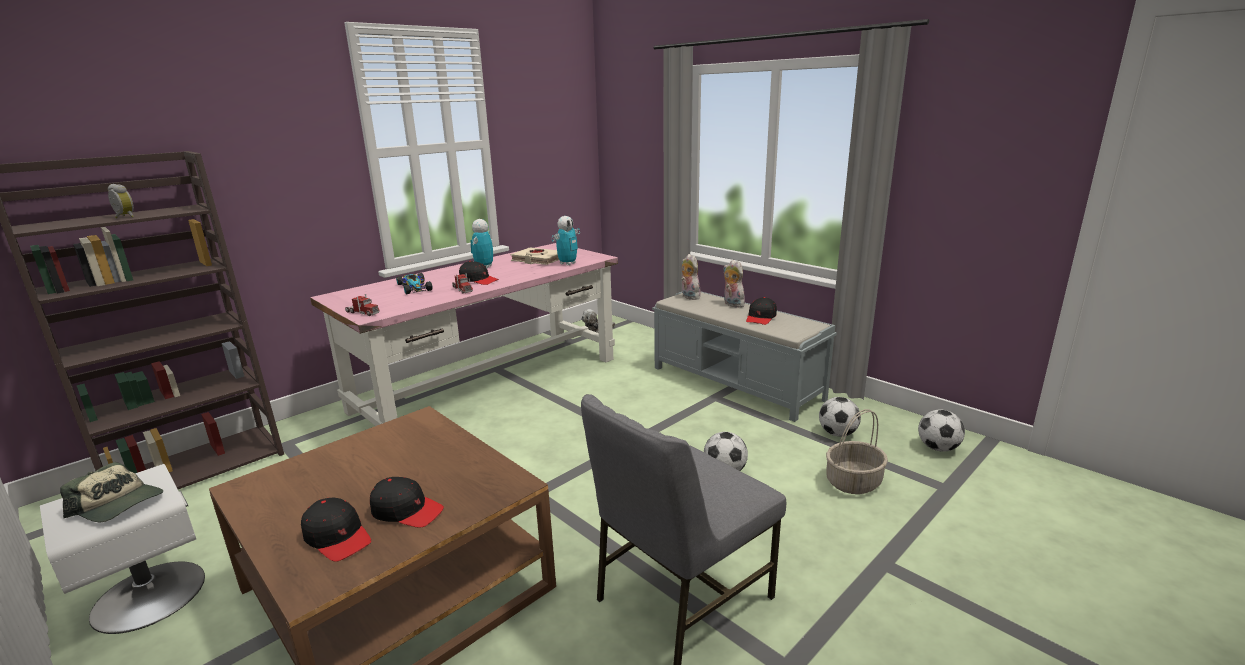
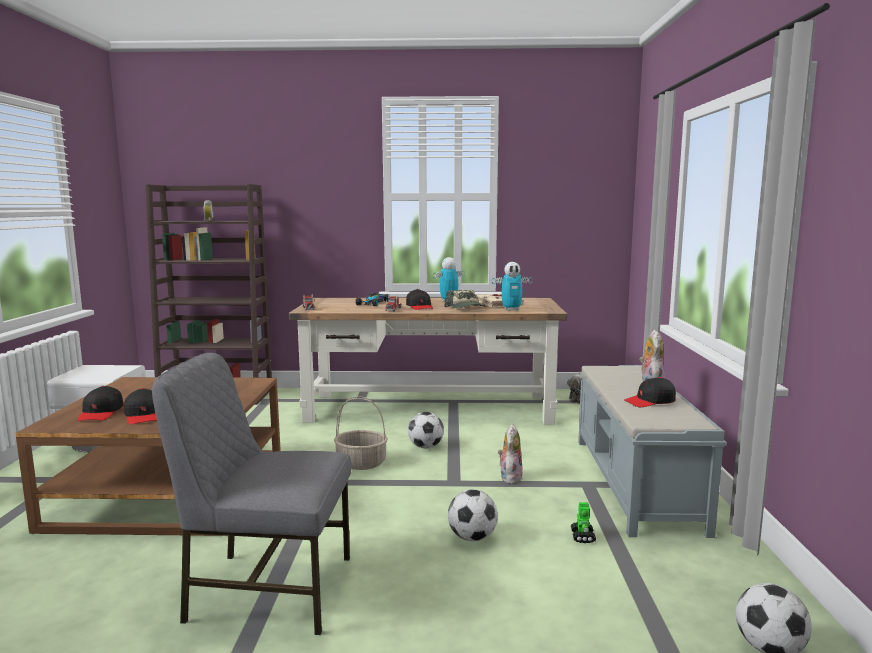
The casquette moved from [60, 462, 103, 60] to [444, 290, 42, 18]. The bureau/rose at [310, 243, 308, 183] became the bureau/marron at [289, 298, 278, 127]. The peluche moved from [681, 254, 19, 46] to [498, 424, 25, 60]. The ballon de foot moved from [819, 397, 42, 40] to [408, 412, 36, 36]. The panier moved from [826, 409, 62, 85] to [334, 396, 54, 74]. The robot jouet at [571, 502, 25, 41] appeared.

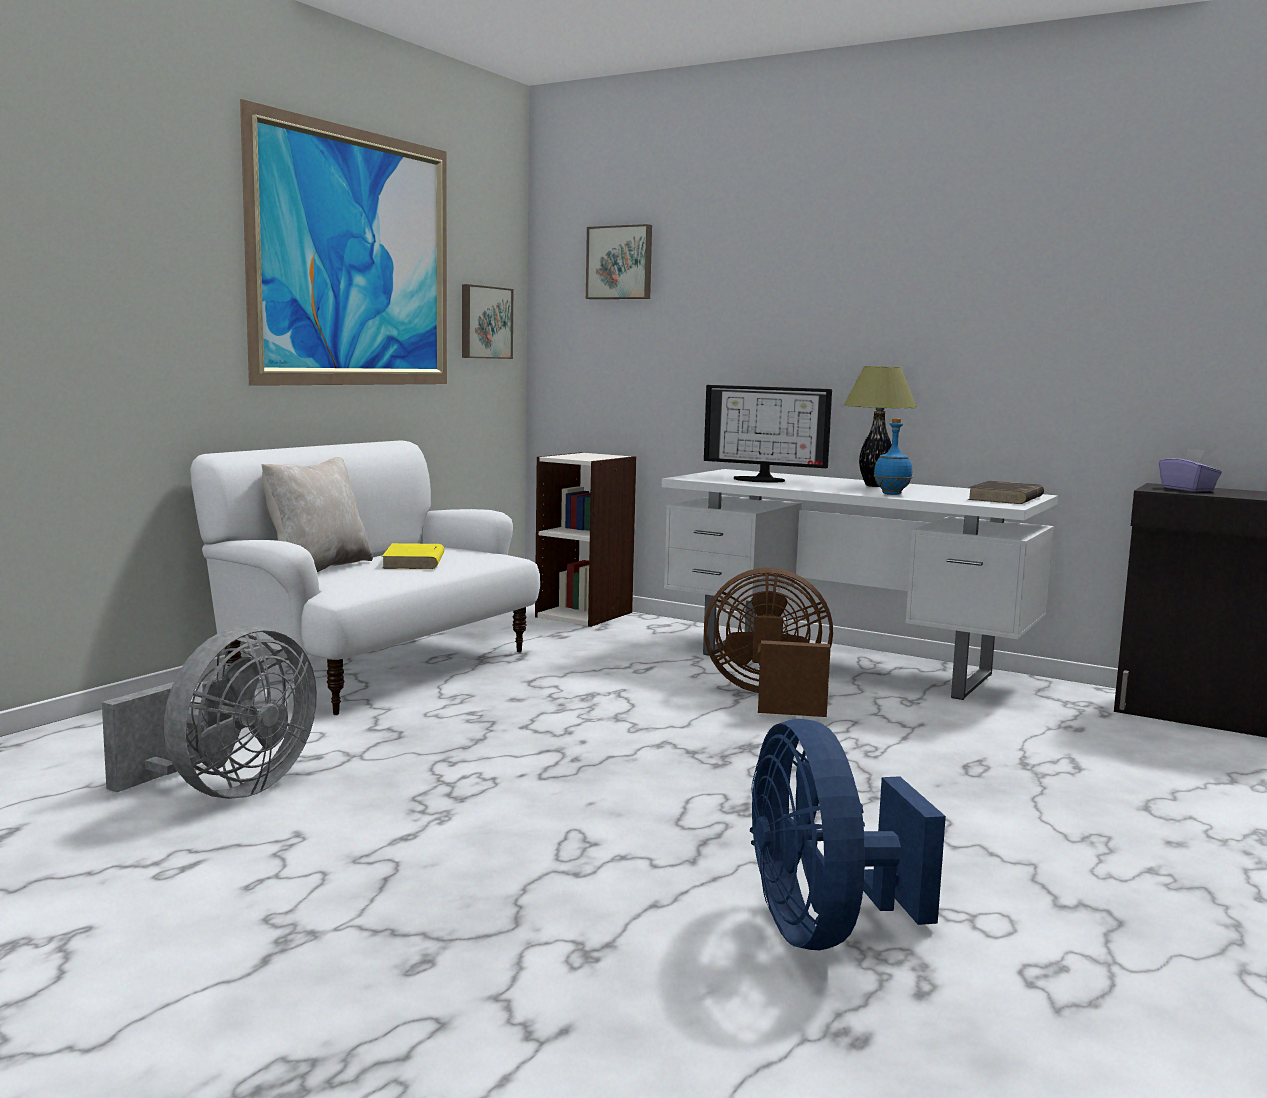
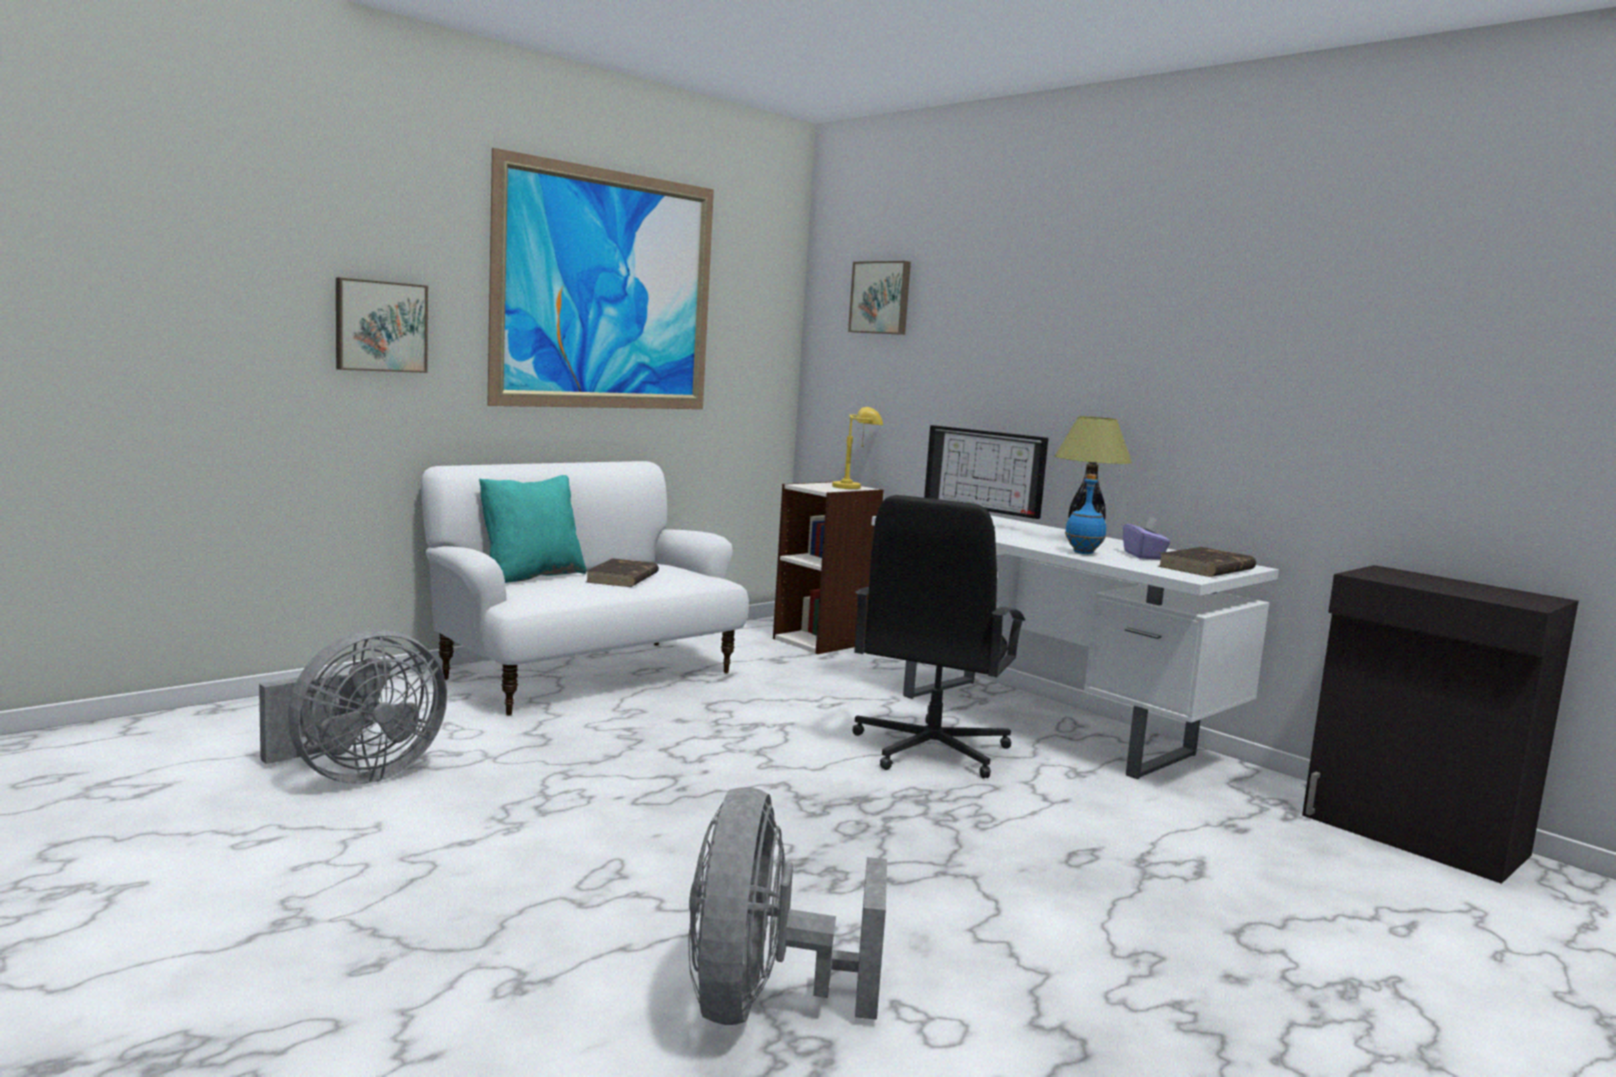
The coussin/beige at [261, 457, 112, 115] became the coussin/turquoise at [479, 475, 108, 108]. The livre/jaune at [382, 543, 63, 26] became the livre/marron at [586, 558, 73, 29]. The tableau moved from [462, 284, 51, 75] to [336, 278, 92, 95]. The ventilateur/marron at [704, 568, 129, 149] was replaced by the chaise de bureau/noir at [852, 495, 173, 283]. The ventilateur/bleu at [750, 719, 196, 231] became the ventilateur/gris at [688, 787, 199, 238]. The boîte à mouchoirs/violet moved from [1159, 449, 63, 43] to [1123, 516, 48, 44]. The lampe de table/jaune at [832, 407, 51, 82] appeared.

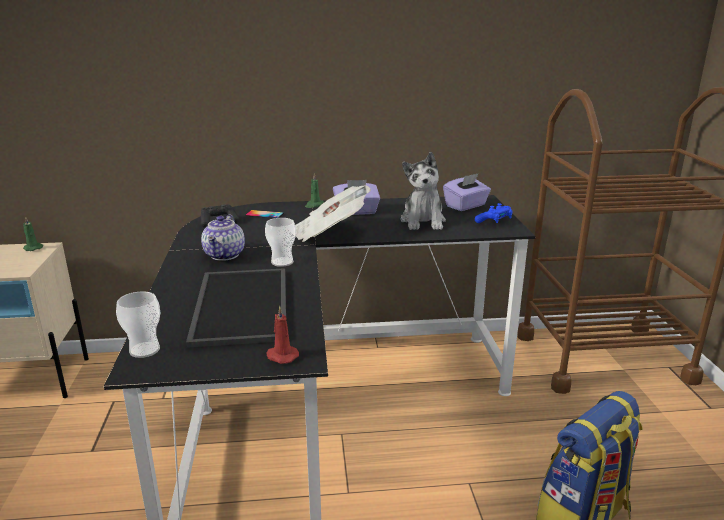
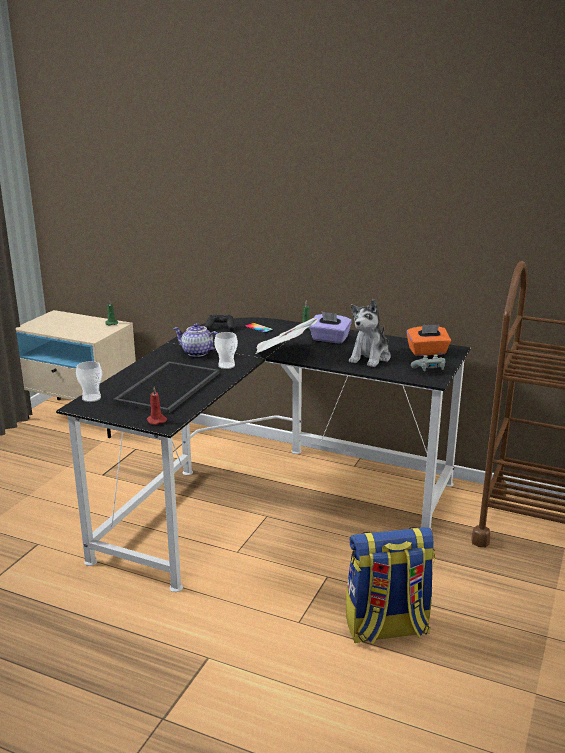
The théière at [201, 215, 44, 46] turned 75 degrees clockwise. The boîte à mouchoirs/violet at [443, 173, 48, 38] became the boîte à mouchoirs/orange at [406, 324, 45, 32]. The manette/bleu at [475, 203, 37, 20] became the manette/gris at [411, 354, 35, 17].

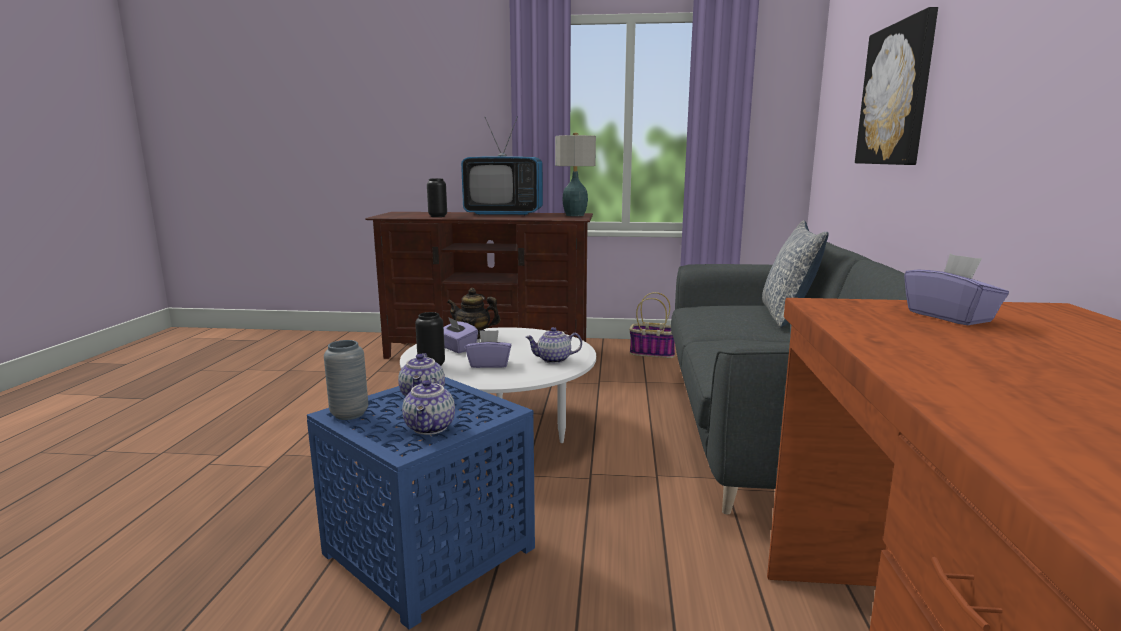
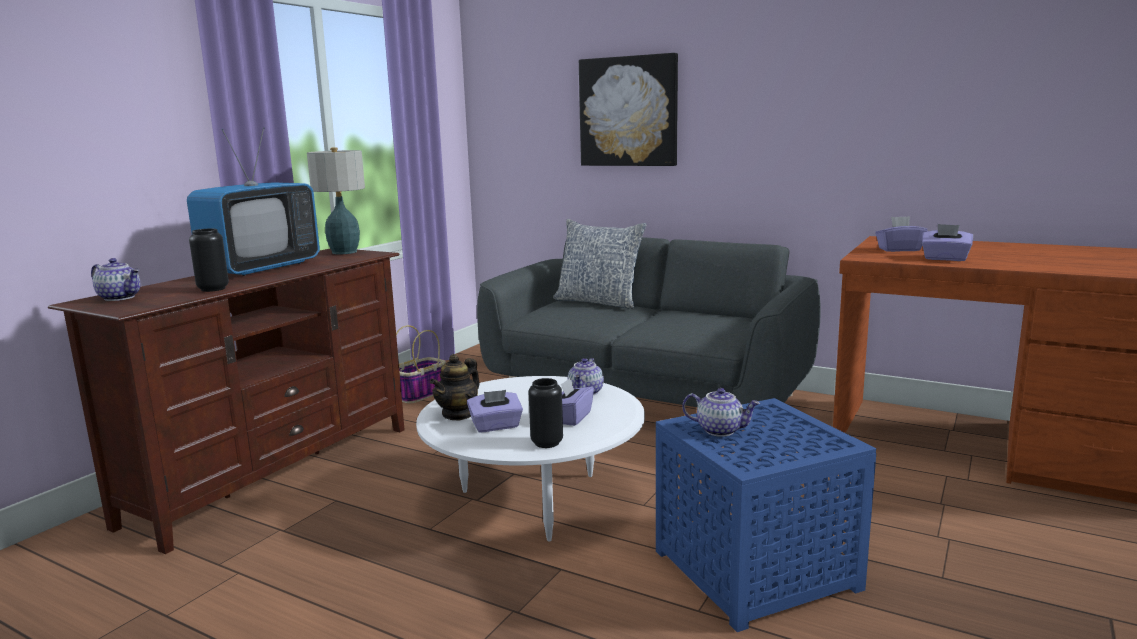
The vase/gris at [324, 340, 44, 80] disappeared. The théière moved from [402, 377, 53, 58] to [91, 258, 49, 43]. The boîte à mouchoirs/violet at [922, 224, 51, 37] appeared.

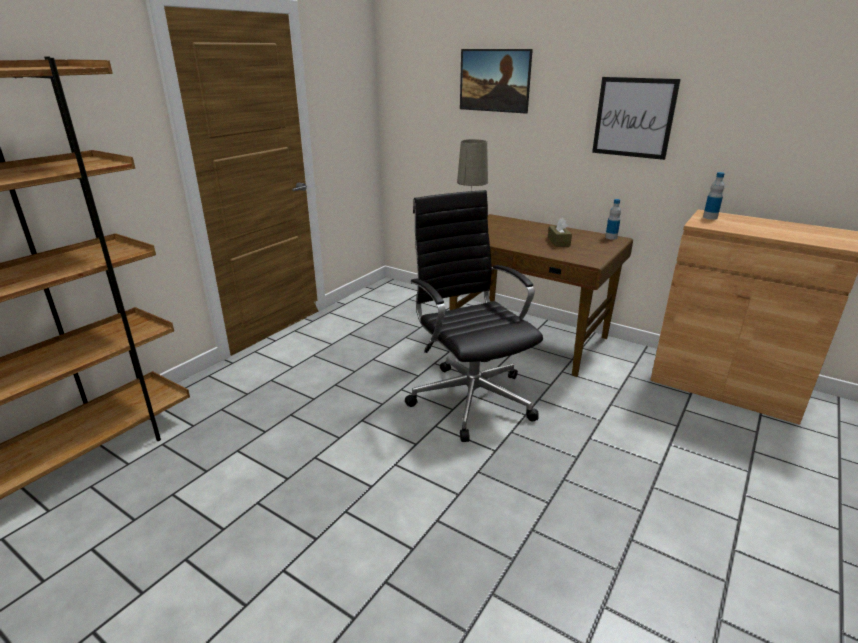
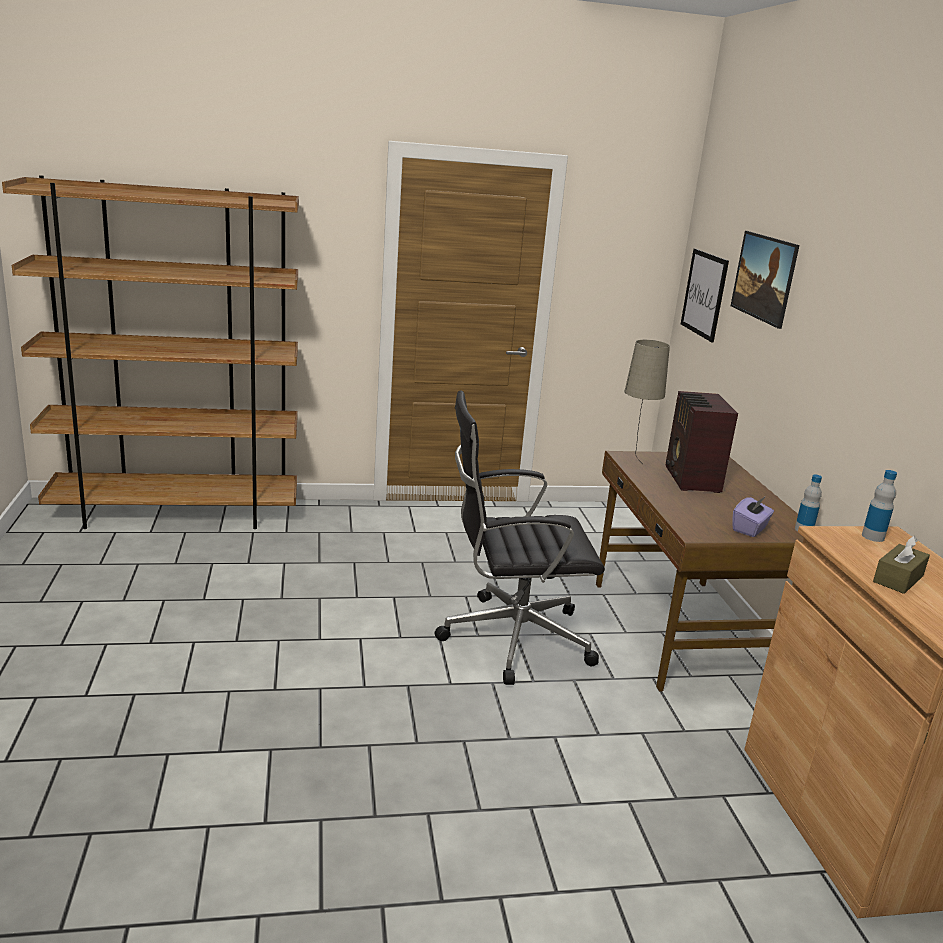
The chaise de bureau/noir at [405, 190, 138, 252] turned 120 degrees counterclockwise. The boîte à mouchoirs/marron moved from [548, 218, 24, 29] to [873, 536, 57, 58]. The tableau moved from [592, 77, 89, 83] to [681, 248, 48, 94]. The radio at [665, 391, 73, 102] appeared. The boîte à mouchoirs/violet at [732, 496, 42, 41] appeared.

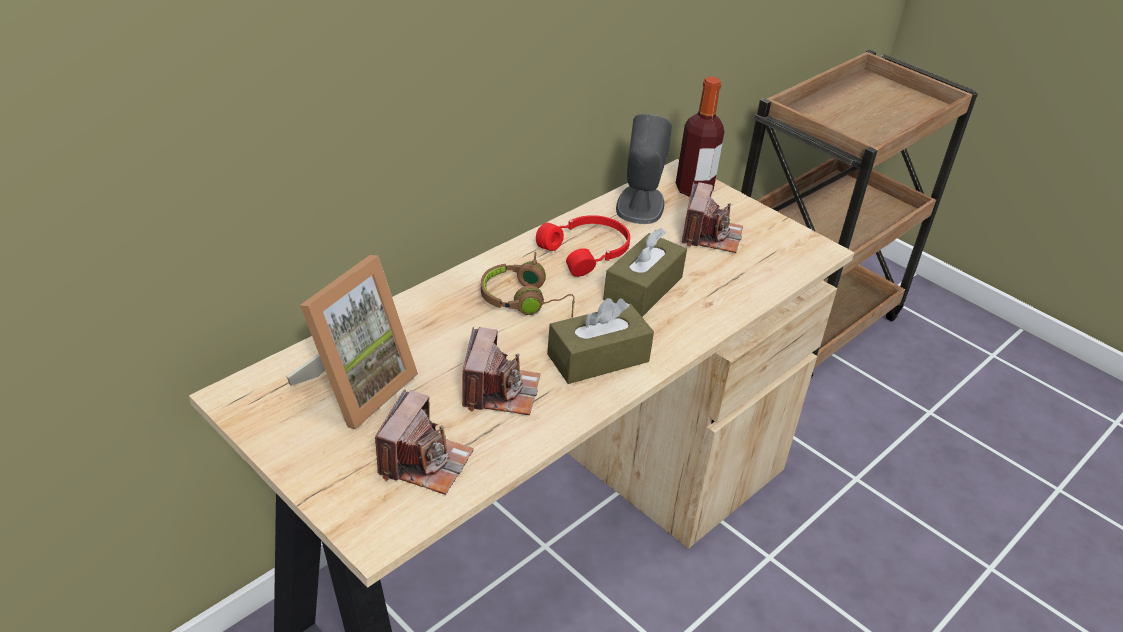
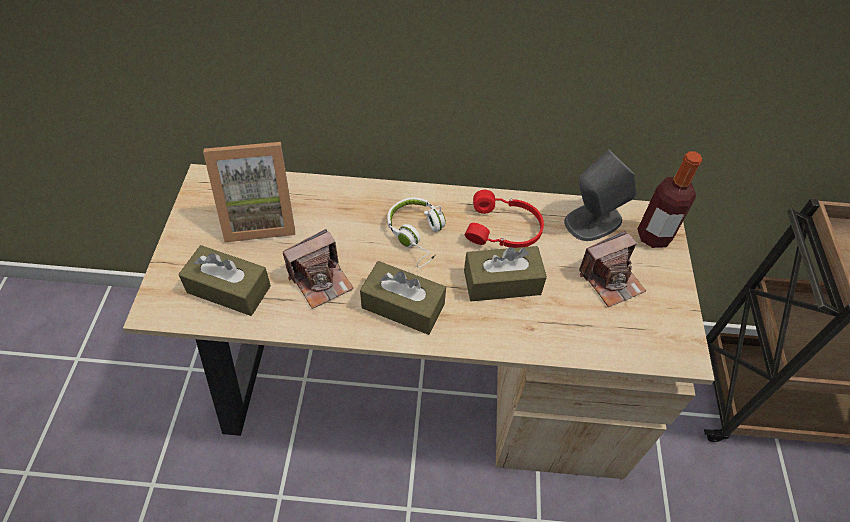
The appareil photo at [375, 389, 99, 106] was replaced by the boîte à mouchoirs/marron at [178, 245, 93, 71]. The casque audio/marron at [481, 252, 94, 66] became the casque audio/blanc at [387, 198, 59, 69].

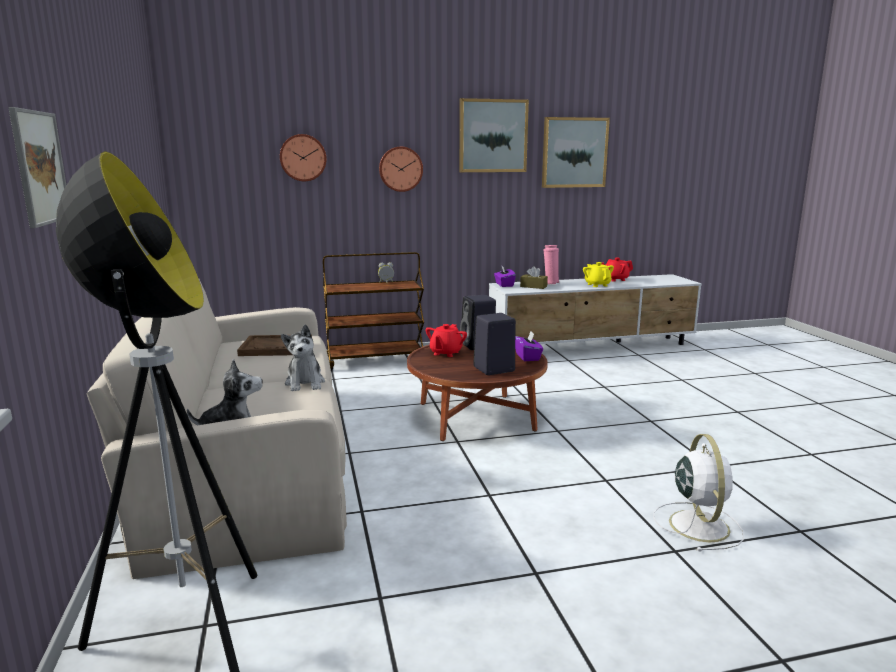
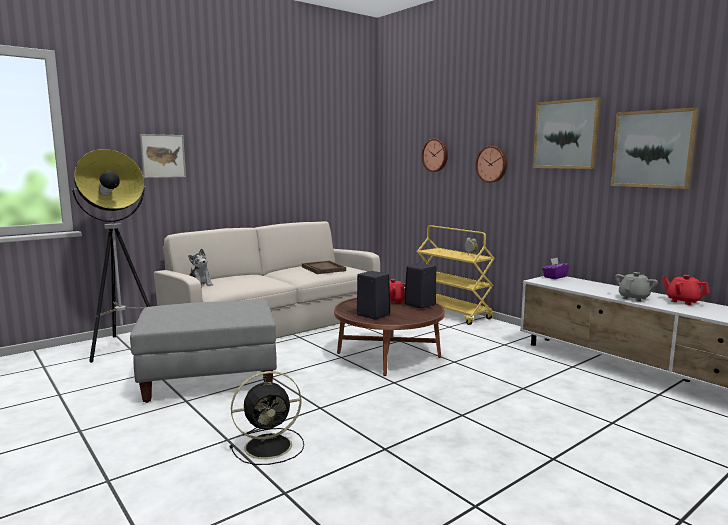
The peluche at [281, 324, 44, 67] disappeared. The chariot/marron at [323, 252, 101, 119] became the chariot/jaune at [417, 225, 78, 100]. The boîte à mouchoirs/violet at [515, 331, 28, 30] disappeared. The boîte à mouchoirs/marron at [520, 266, 28, 23] disappeared. The vase/rose at [543, 245, 17, 40] disappeared. The théière/jaune at [583, 262, 31, 25] became the théière/gris at [615, 272, 43, 30]. The ventilateur/blanc at [653, 434, 91, 117] became the ventilateur/noir at [229, 371, 75, 94]. The pouf/gris at [130, 299, 147, 104] appeared.

